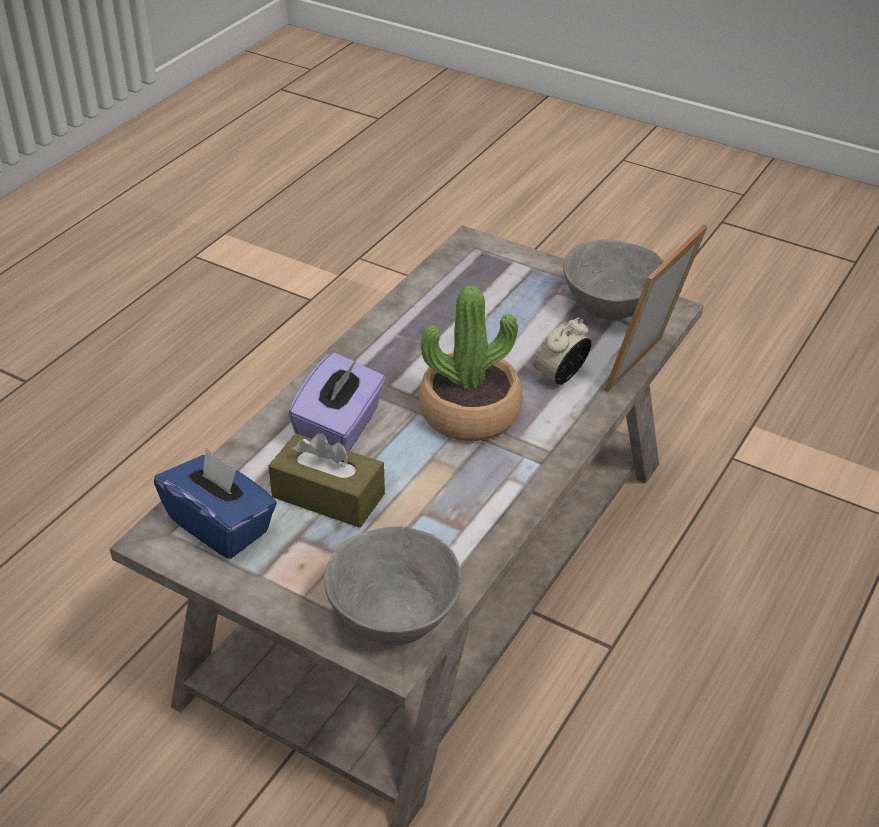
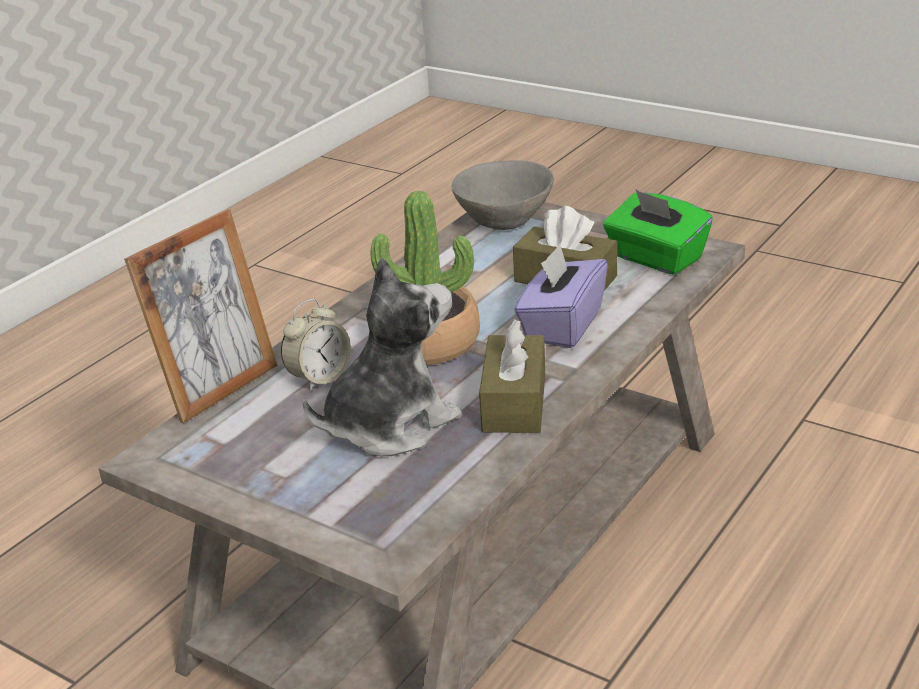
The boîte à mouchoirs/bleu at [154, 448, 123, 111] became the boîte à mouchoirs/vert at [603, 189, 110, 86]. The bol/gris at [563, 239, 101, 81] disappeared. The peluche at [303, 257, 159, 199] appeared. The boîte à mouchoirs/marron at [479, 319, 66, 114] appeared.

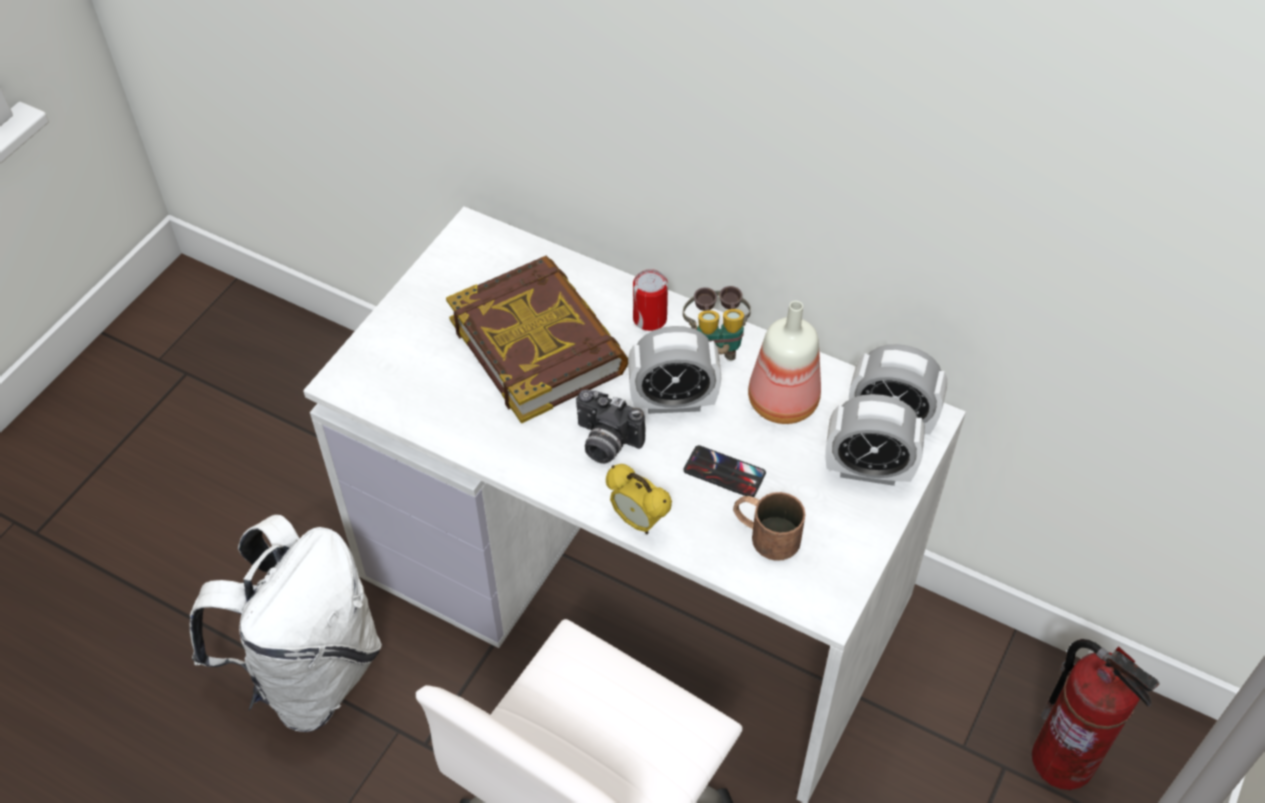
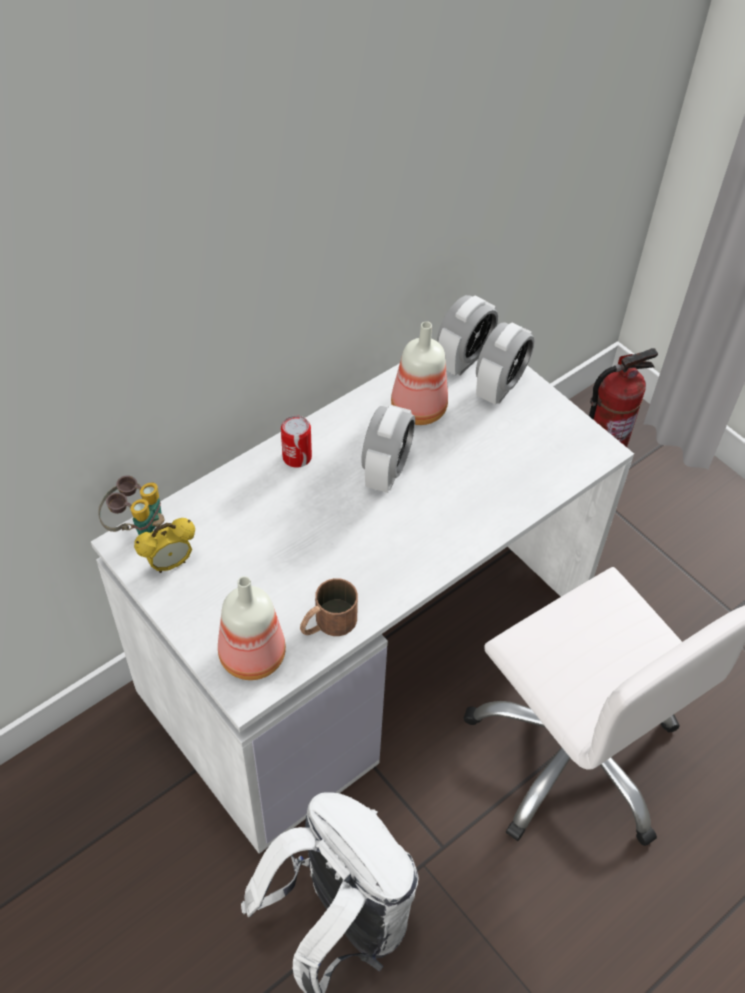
The livre at [446, 256, 182, 168] disappeared. The appareil photo at [576, 389, 69, 75] disappeared. The réveil moved from [606, 464, 66, 70] to [134, 518, 61, 55]. The jumelles moved from [683, 286, 68, 74] to [98, 475, 66, 60]. The téléphone at [684, 445, 82, 52] disappeared. The mug/marron moved from [733, 492, 73, 69] to [300, 578, 58, 58]. The bouteille at [218, 576, 68, 104] appeared.

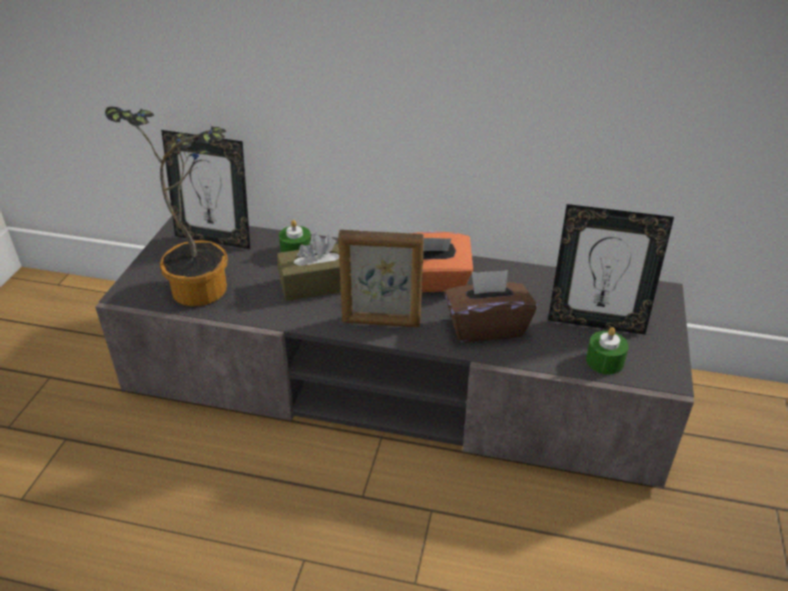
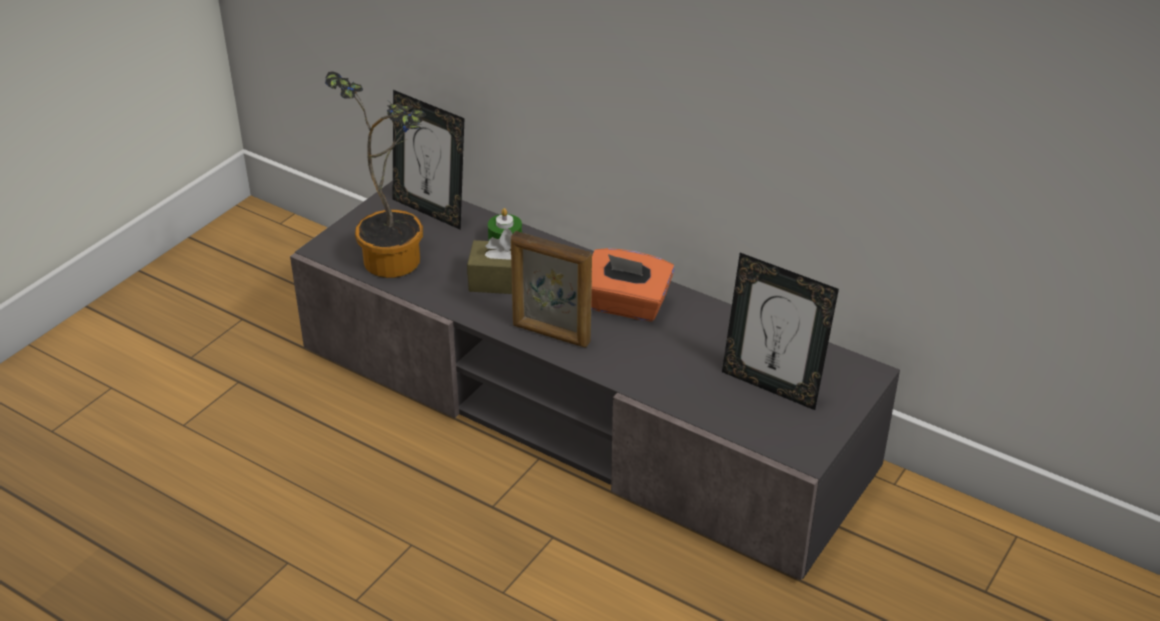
The boîte à mouchoirs/marron at [444, 270, 93, 72] disappeared. The bougie/vert at [586, 327, 43, 48] disappeared.

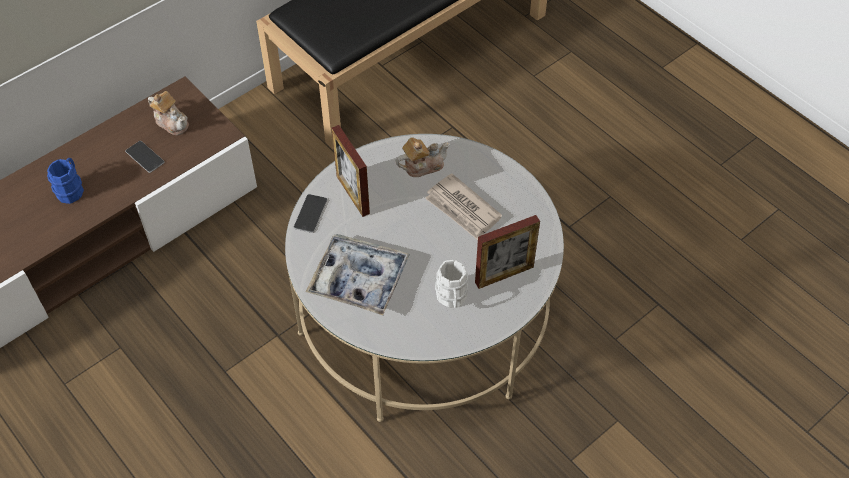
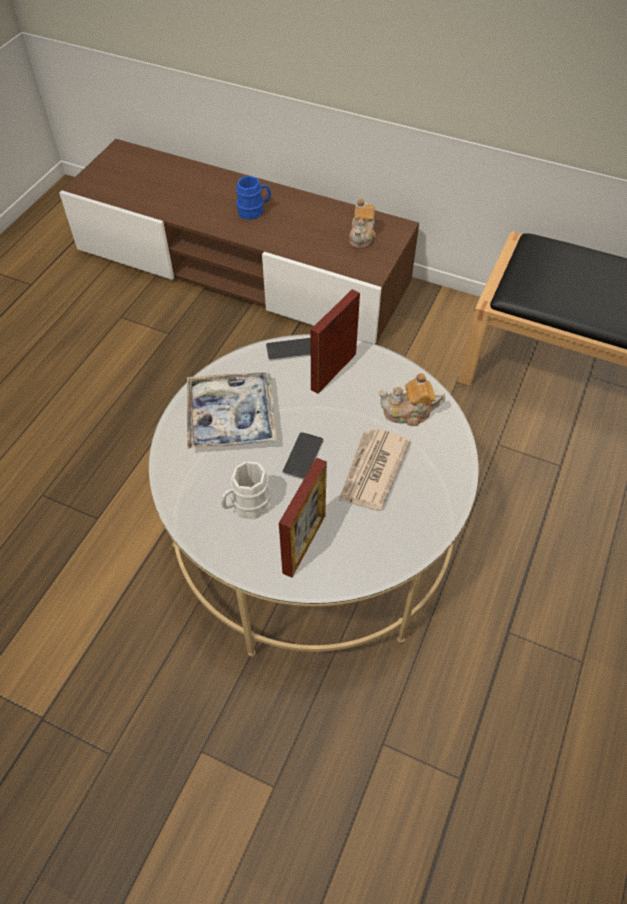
The téléphone moved from [125, 141, 40, 32] to [282, 432, 42, 48]. The théière at [396, 137, 54, 40] turned 135 degrees clockwise. The cadre photo at [475, 215, 65, 74] turned 105 degrees counterclockwise.

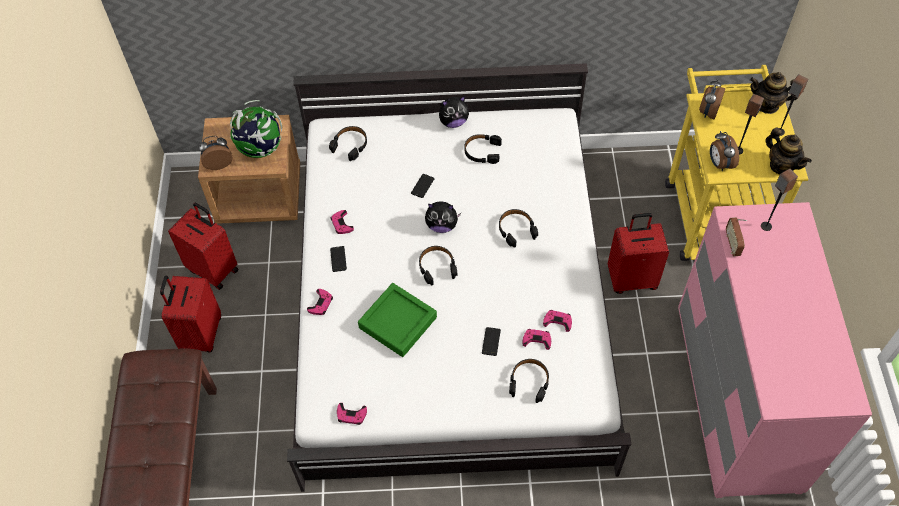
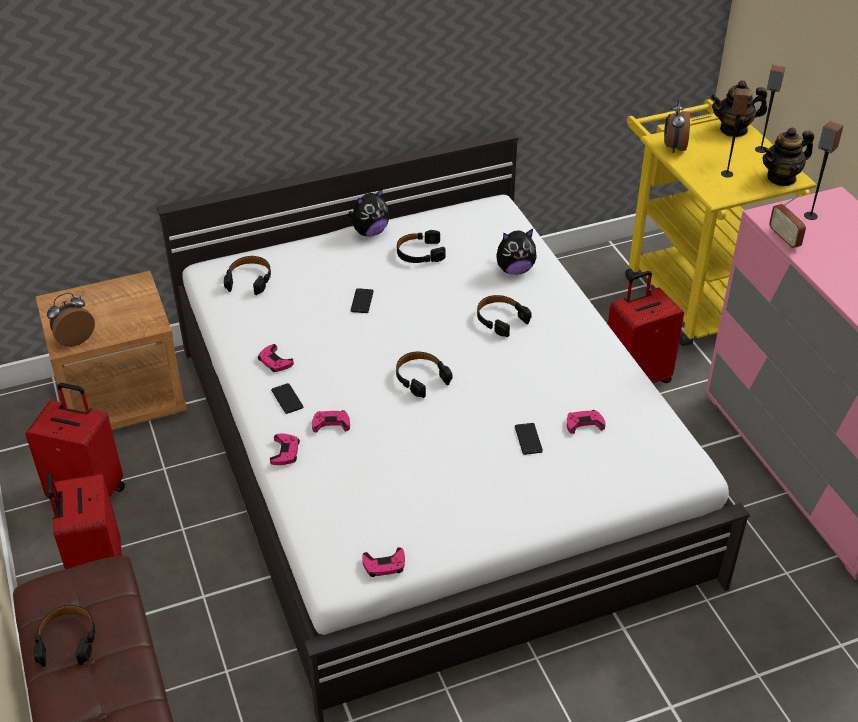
The globe at [230, 100, 52, 58] disappeared. The plateau/vert at [358, 283, 79, 74] disappeared. The peluche moved from [425, 201, 36, 32] to [496, 229, 41, 46]. The casque audio/noir moved from [509, 359, 40, 44] to [33, 605, 63, 62]. The manette/rose moved from [543, 310, 29, 22] to [312, 410, 38, 23]. The réveil at [710, 131, 29, 40] disappeared. The théière at [765, 128, 47, 46] turned 120 degrees clockwise.

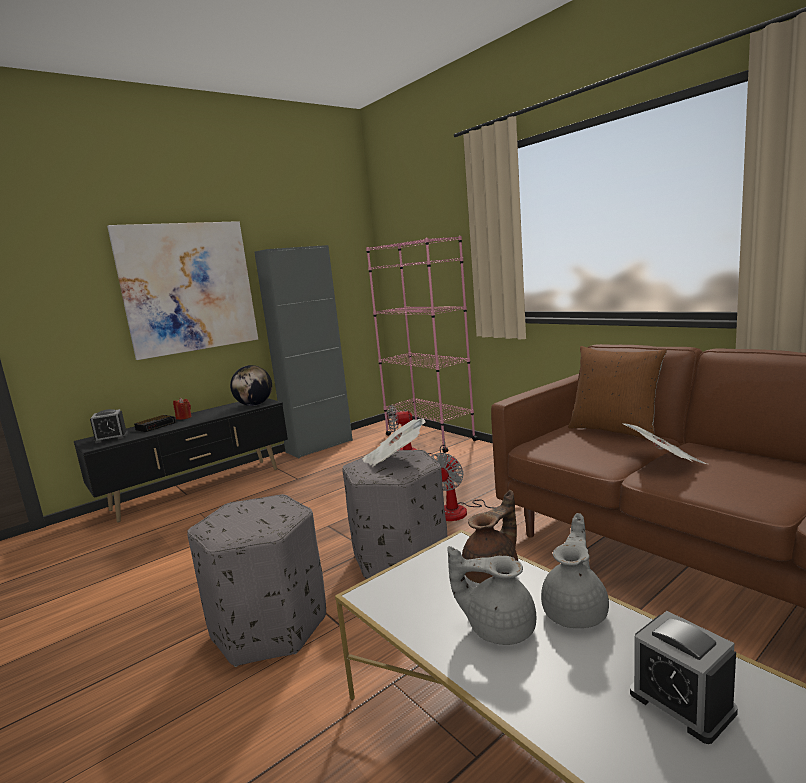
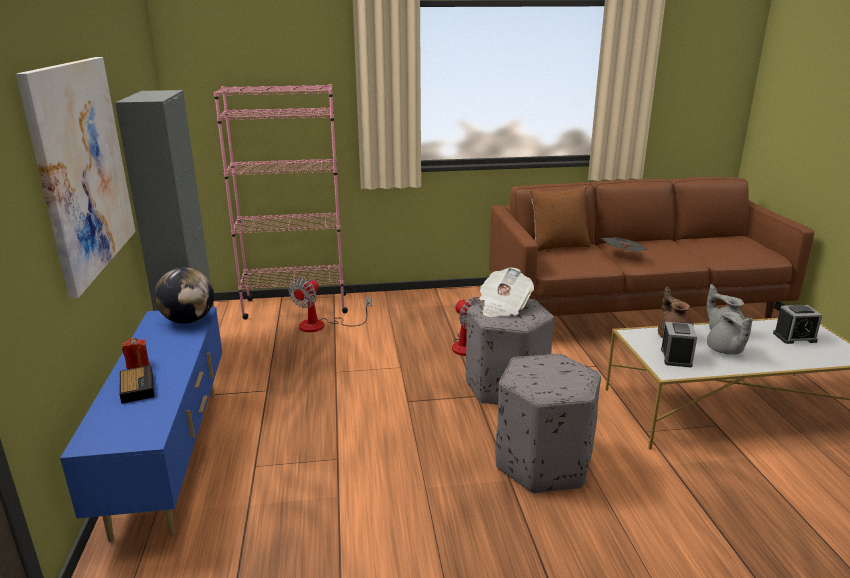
The meuble télé/noir at [74, 398, 214, 124] became the meuble télé/bleu at [60, 307, 162, 235]. The réveil moved from [90, 409, 38, 34] to [661, 322, 36, 45]. The théière/gris at [447, 546, 89, 99] turned 60 degrees counterclockwise.

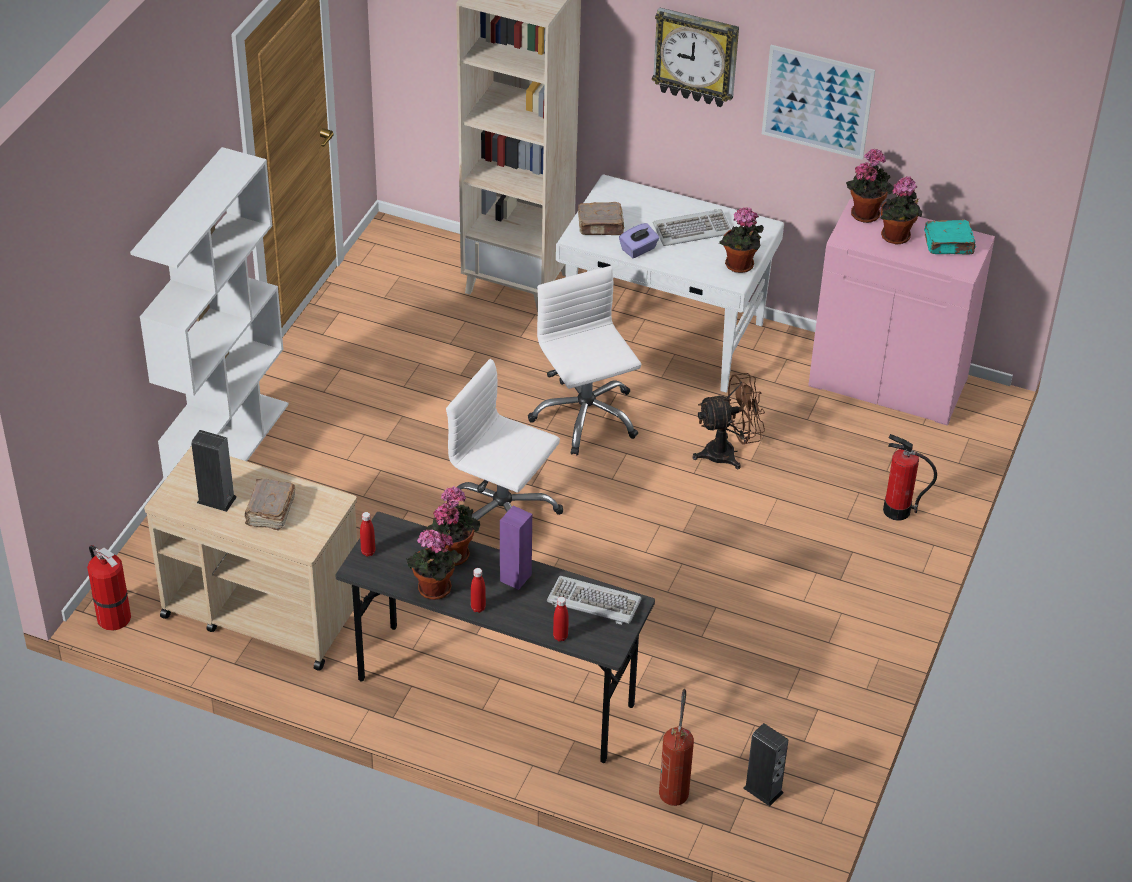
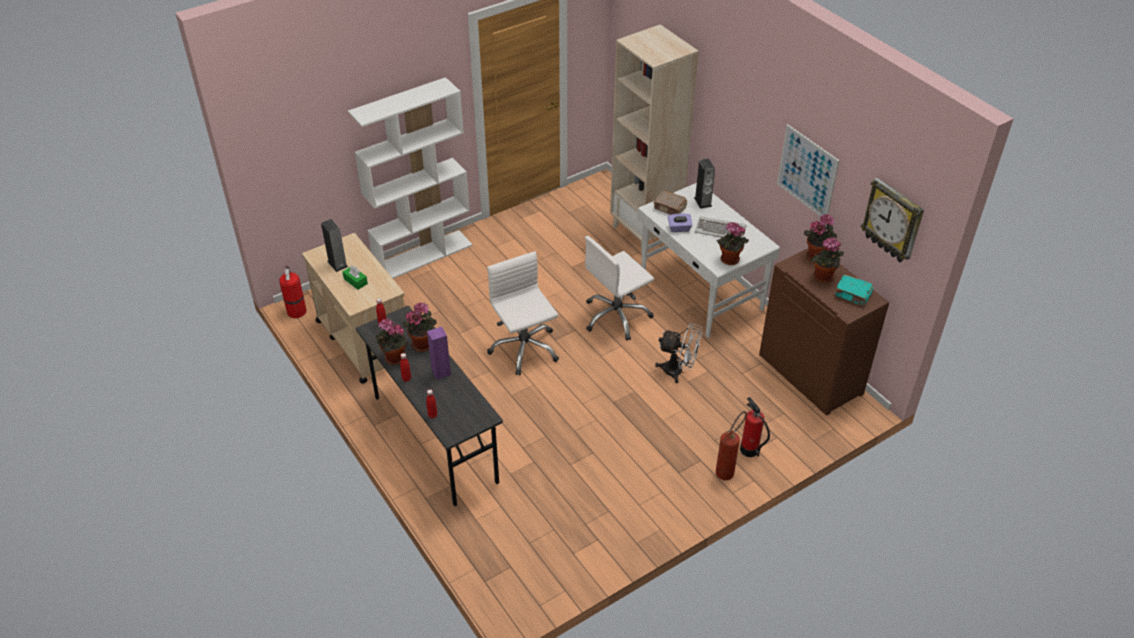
The livre/marron at [245, 479, 50, 52] was replaced by the boîte à mouchoirs/vert at [342, 266, 26, 24]. The chaise de bureau/blanc at [528, 266, 113, 189] turned 135 degrees counterclockwise. The clavier at [547, 576, 95, 49] disappeared. The horloge murale moved from [652, 7, 87, 100] to [861, 178, 63, 84]. The extincteur moved from [659, 689, 35, 117] to [716, 411, 31, 69]. The ventilateur/marron at [692, 373, 73, 96] became the ventilateur/blanc at [655, 323, 47, 60]. The enceinte moved from [743, 723, 45, 83] to [694, 159, 21, 50]. The meuble de rangement/rose at [808, 199, 187, 227] became the meuble de rangement/marron at [759, 248, 130, 168].

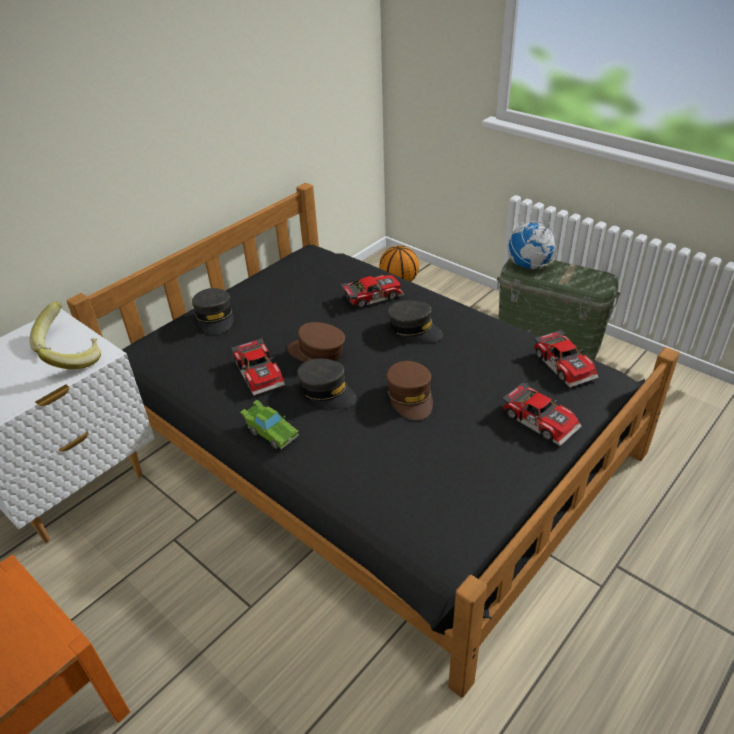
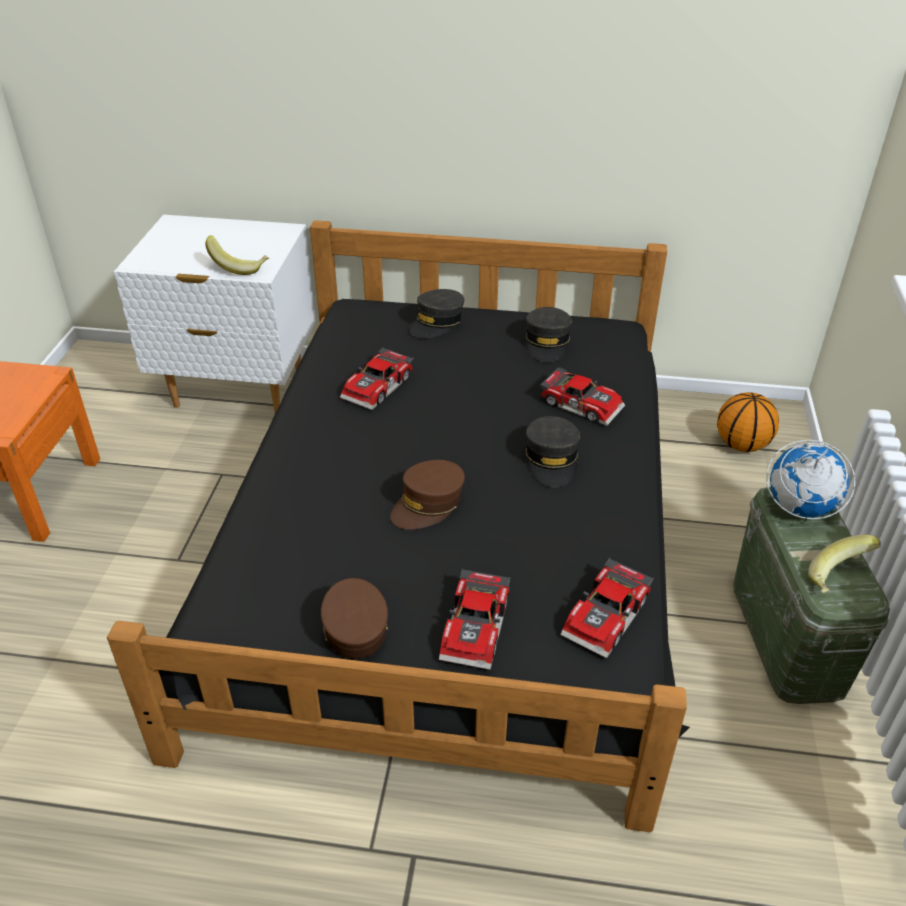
The banane moved from [29, 302, 34, 51] to [808, 534, 73, 59]. The petite voiture/vert at [240, 400, 59, 50] disappeared. The casquette/marron moved from [287, 322, 58, 40] to [321, 578, 67, 81]. The casquette/gris moved from [297, 359, 60, 50] to [525, 307, 47, 55].

